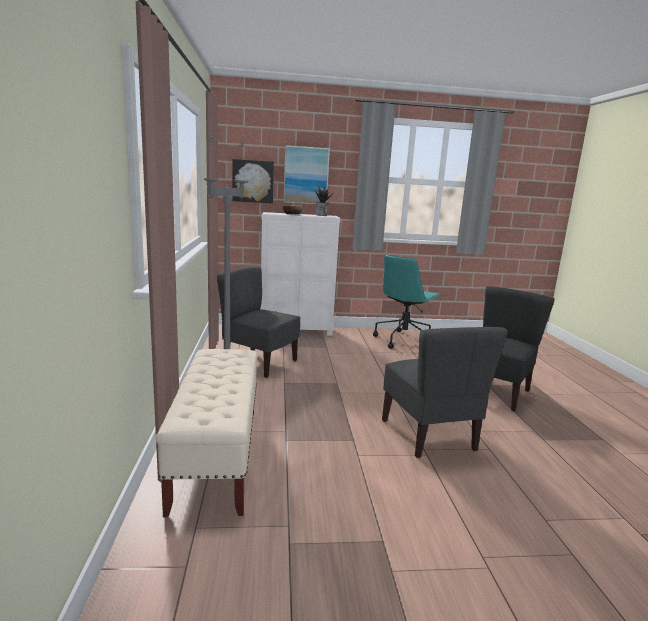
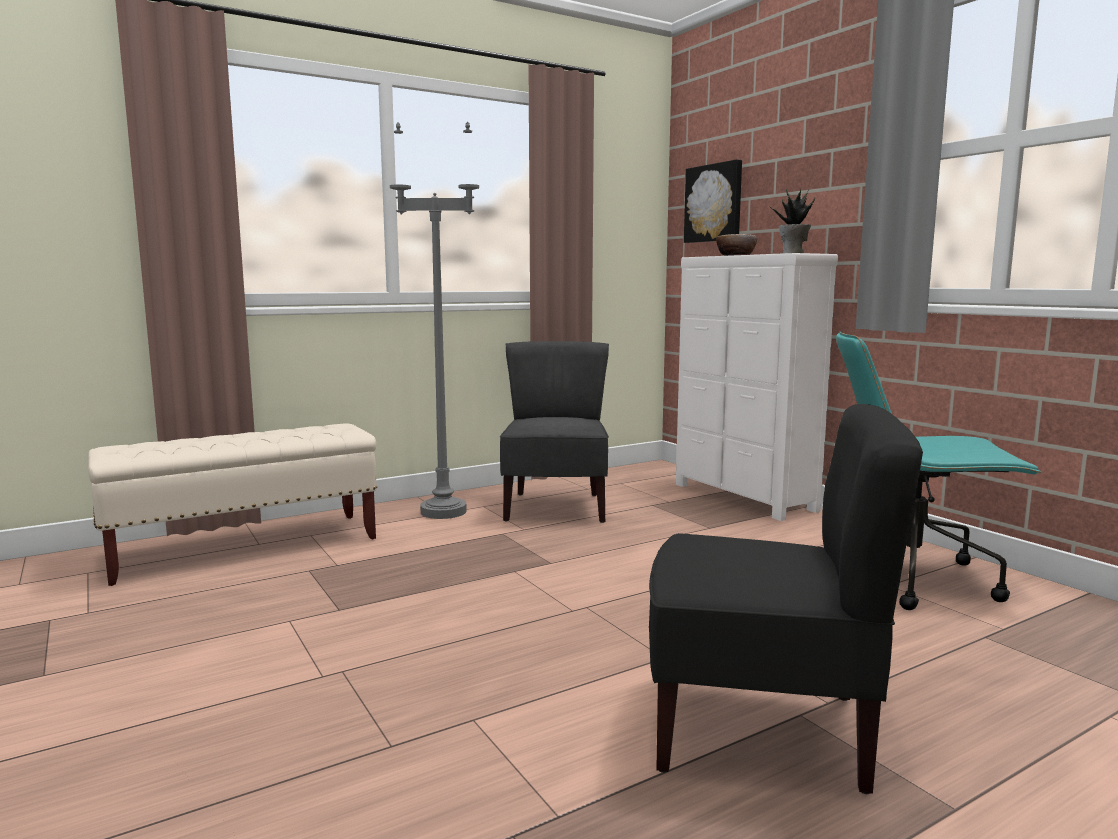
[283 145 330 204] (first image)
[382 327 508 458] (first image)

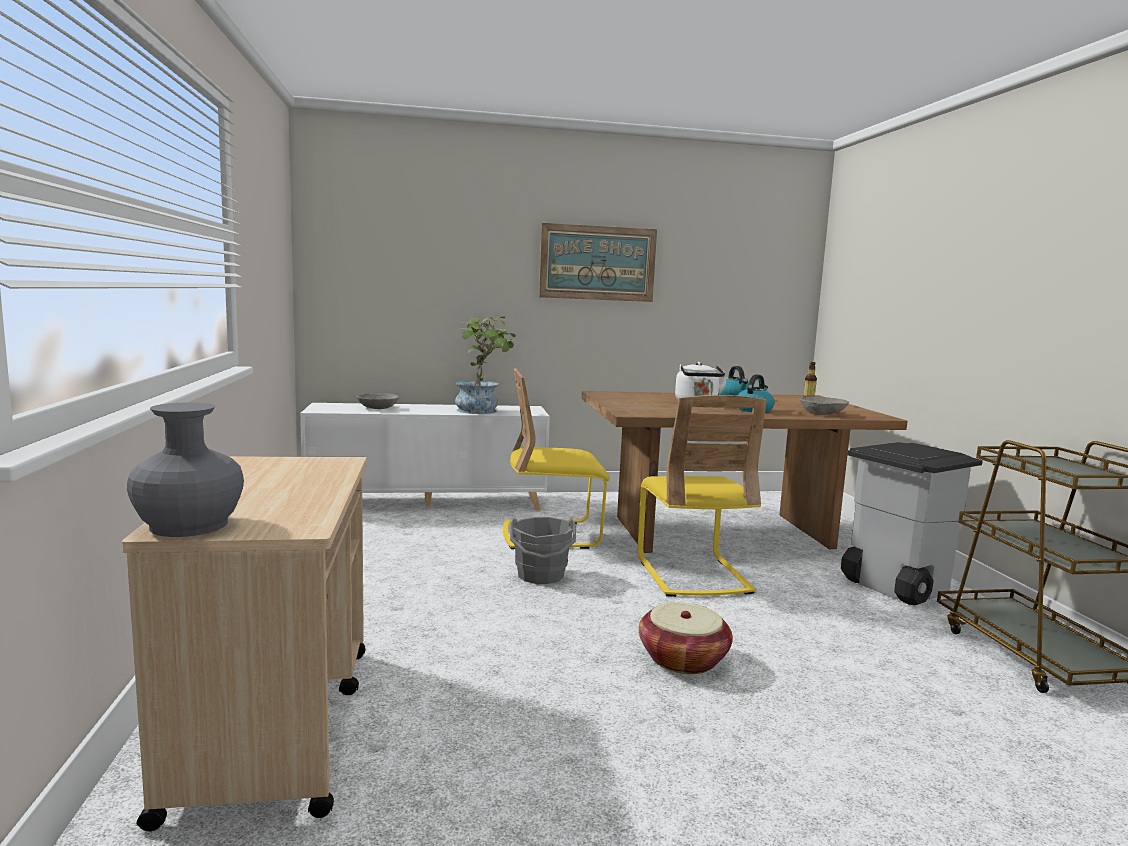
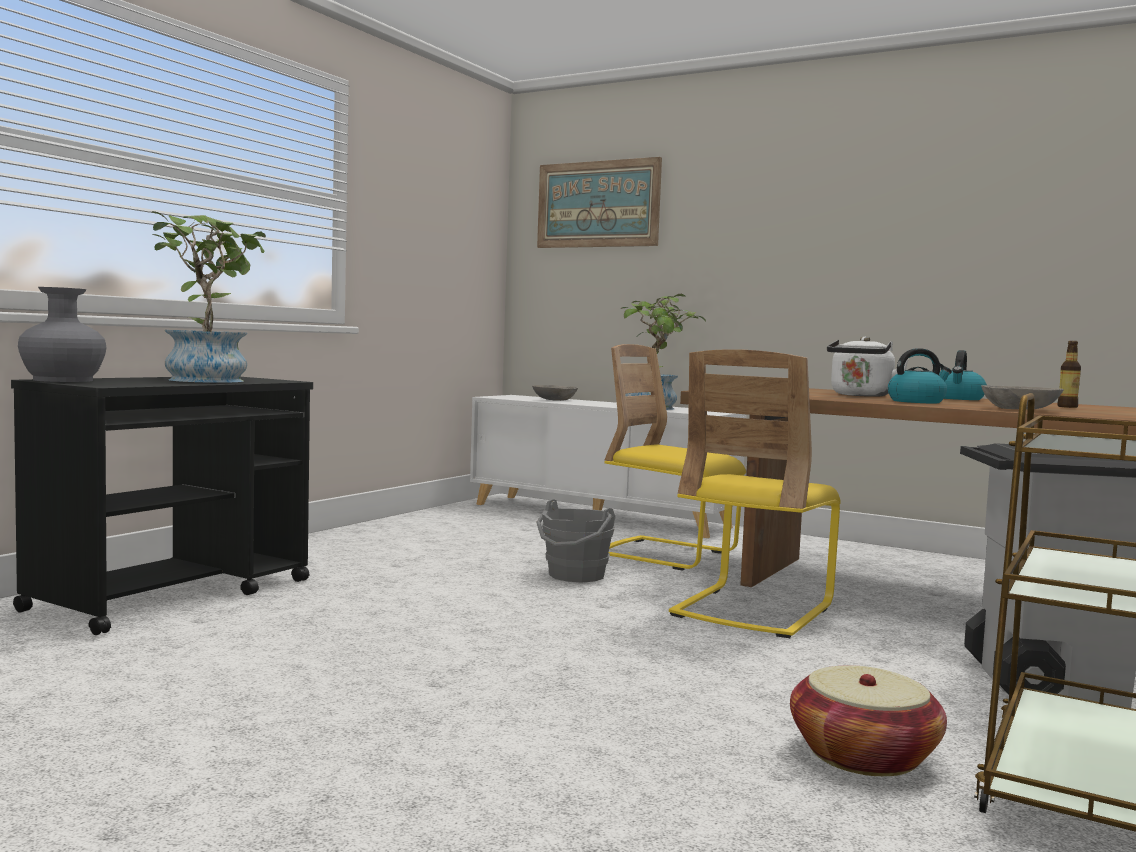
[537 157 662 248]
[11 377 313 635]
[790 665 947 776]
[151 211 266 383]

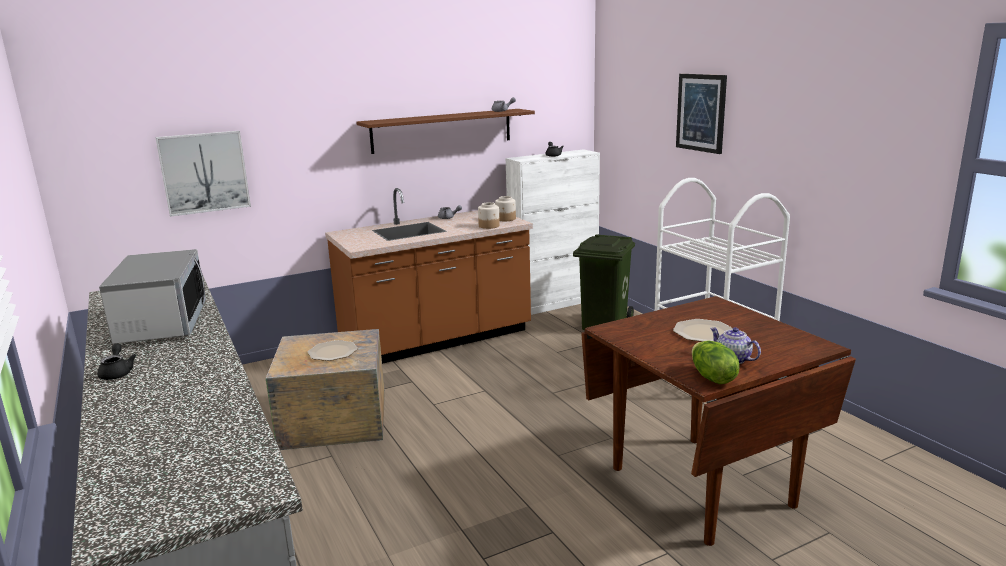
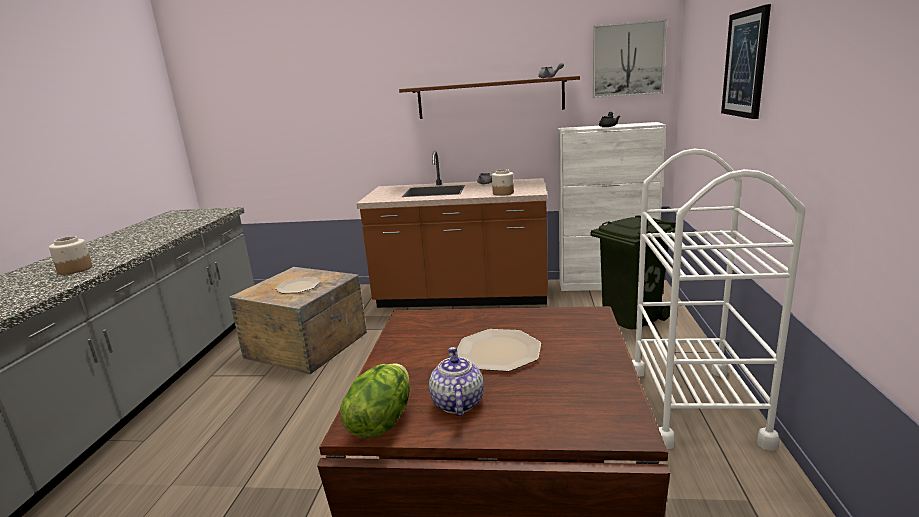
[593 19 667 98]
[49 236 93 275]
[99 249 206 344] (first image)
[97 343 136 380] (first image)

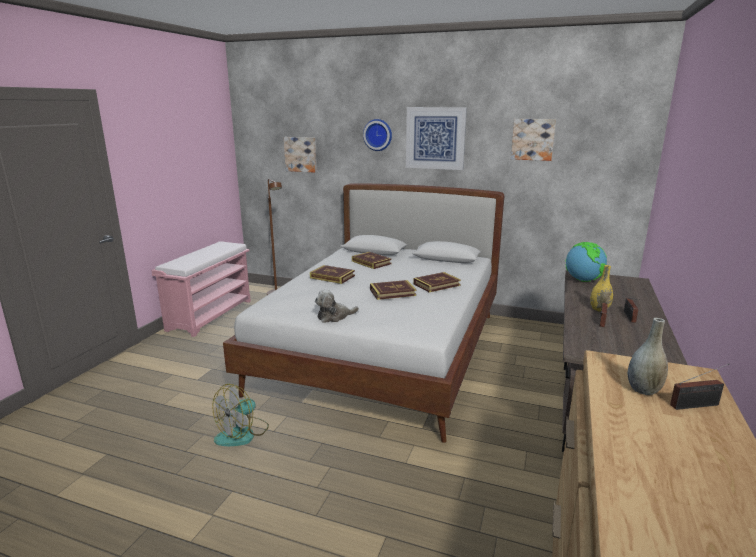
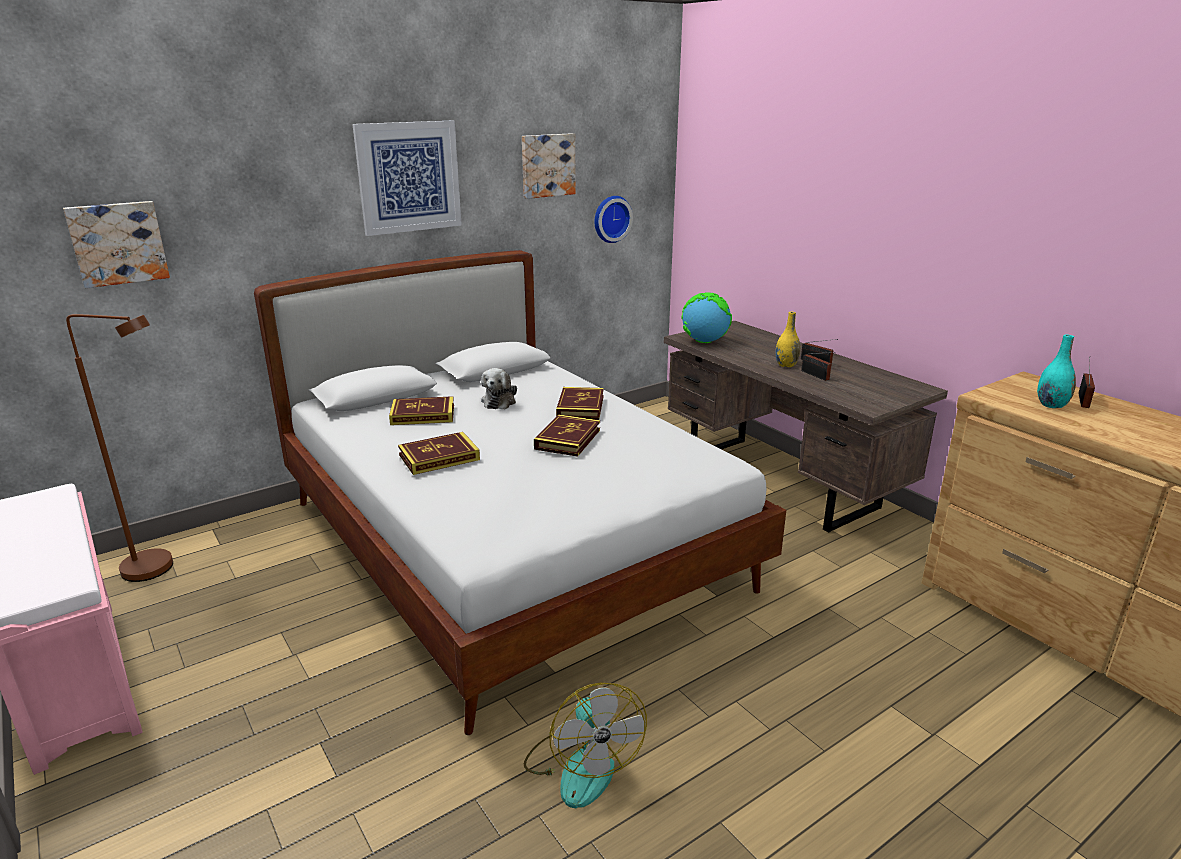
[595 196 633 243]
[481 368 517 409]
[1037 335 1076 408]

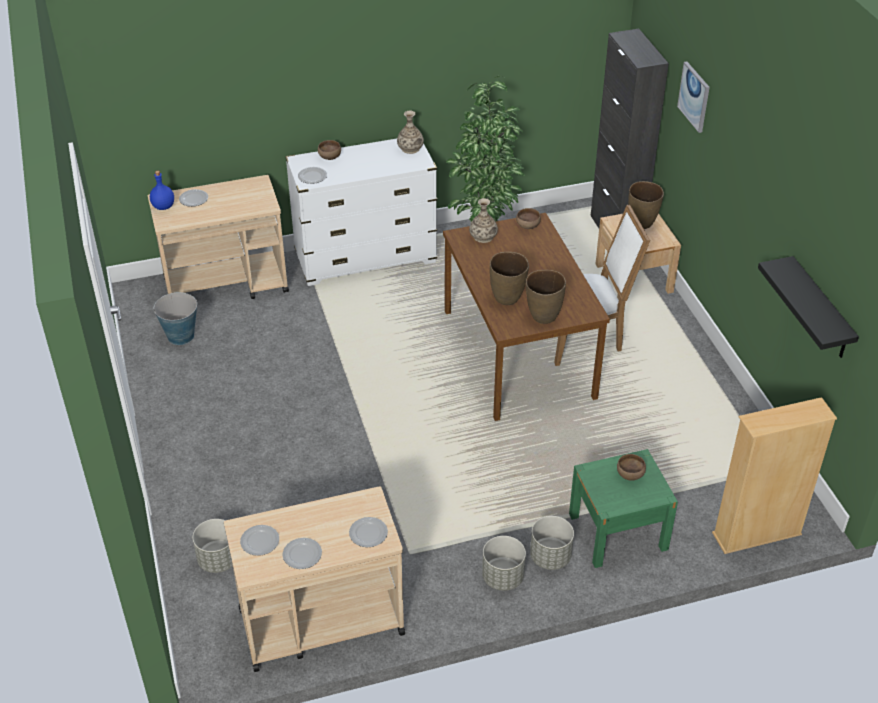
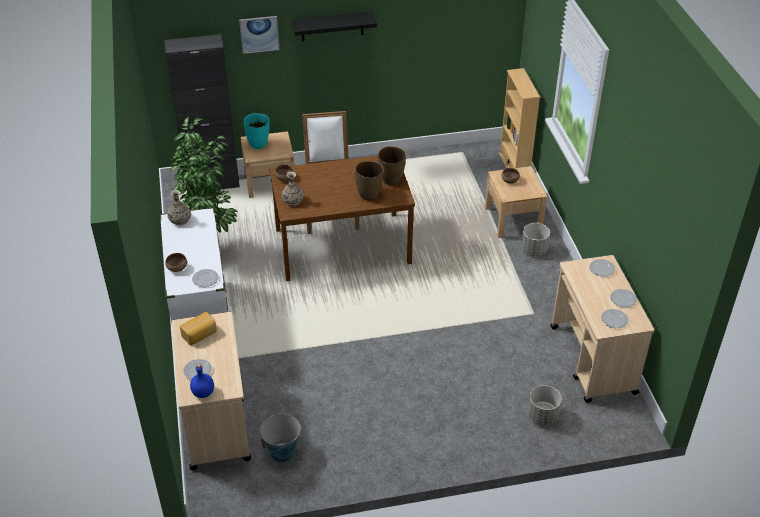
[244 113 270 149]
[292 11 377 41]
[485 166 547 238]
[482 536 526 591] (first image)
[180 312 217 345]

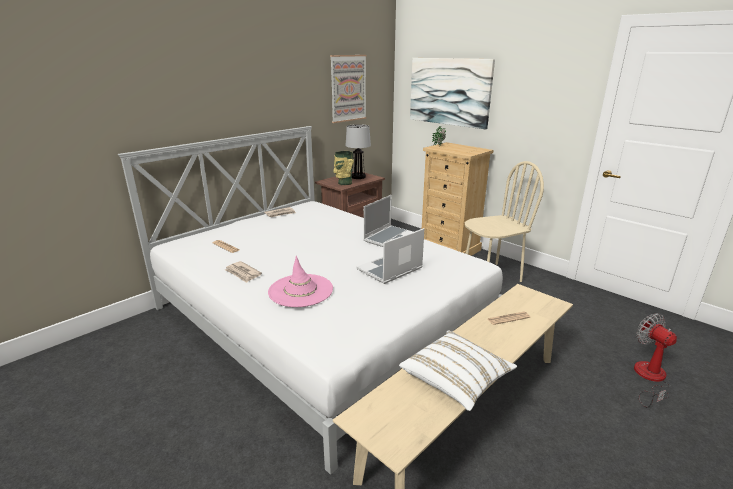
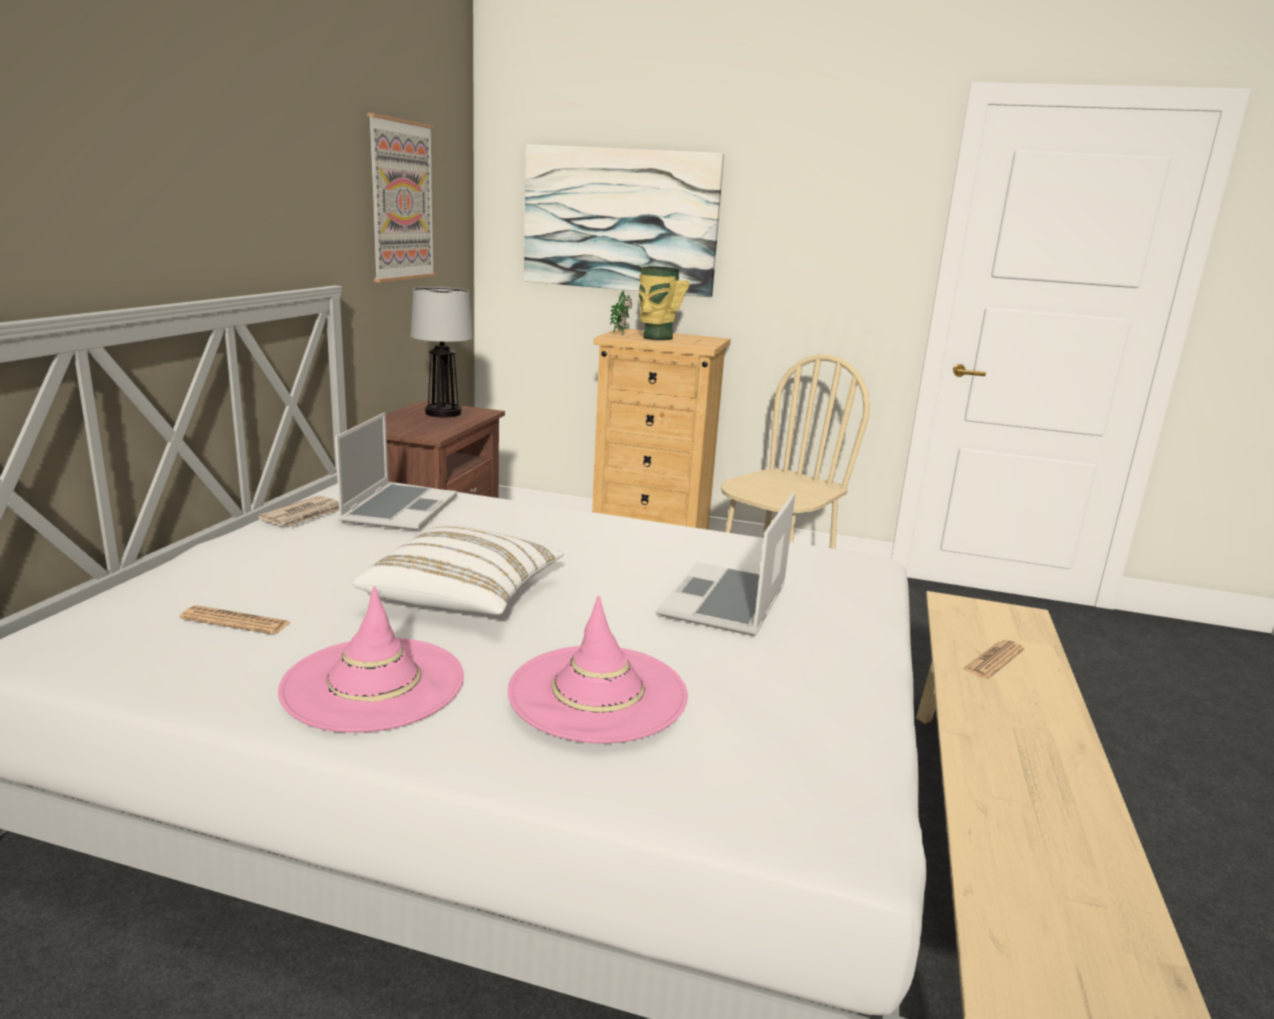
[638 266 689 340]
[335 412 457 531]
[278 586 464 732]
[634 313 677 408] (first image)
[352 525 564 615]

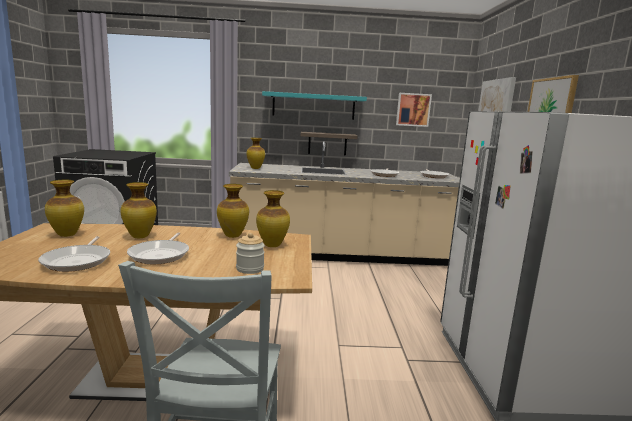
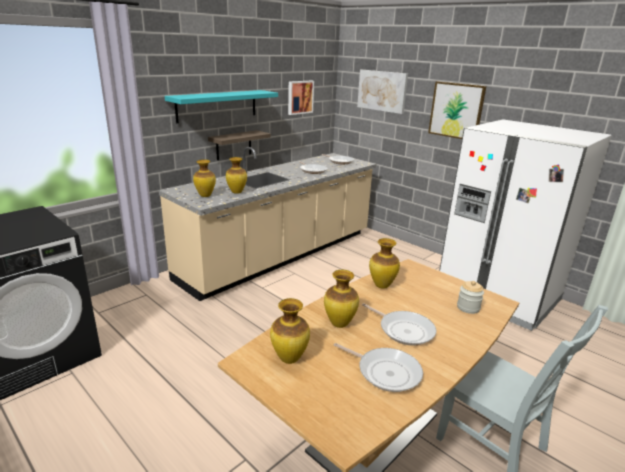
[226 157 247 194]

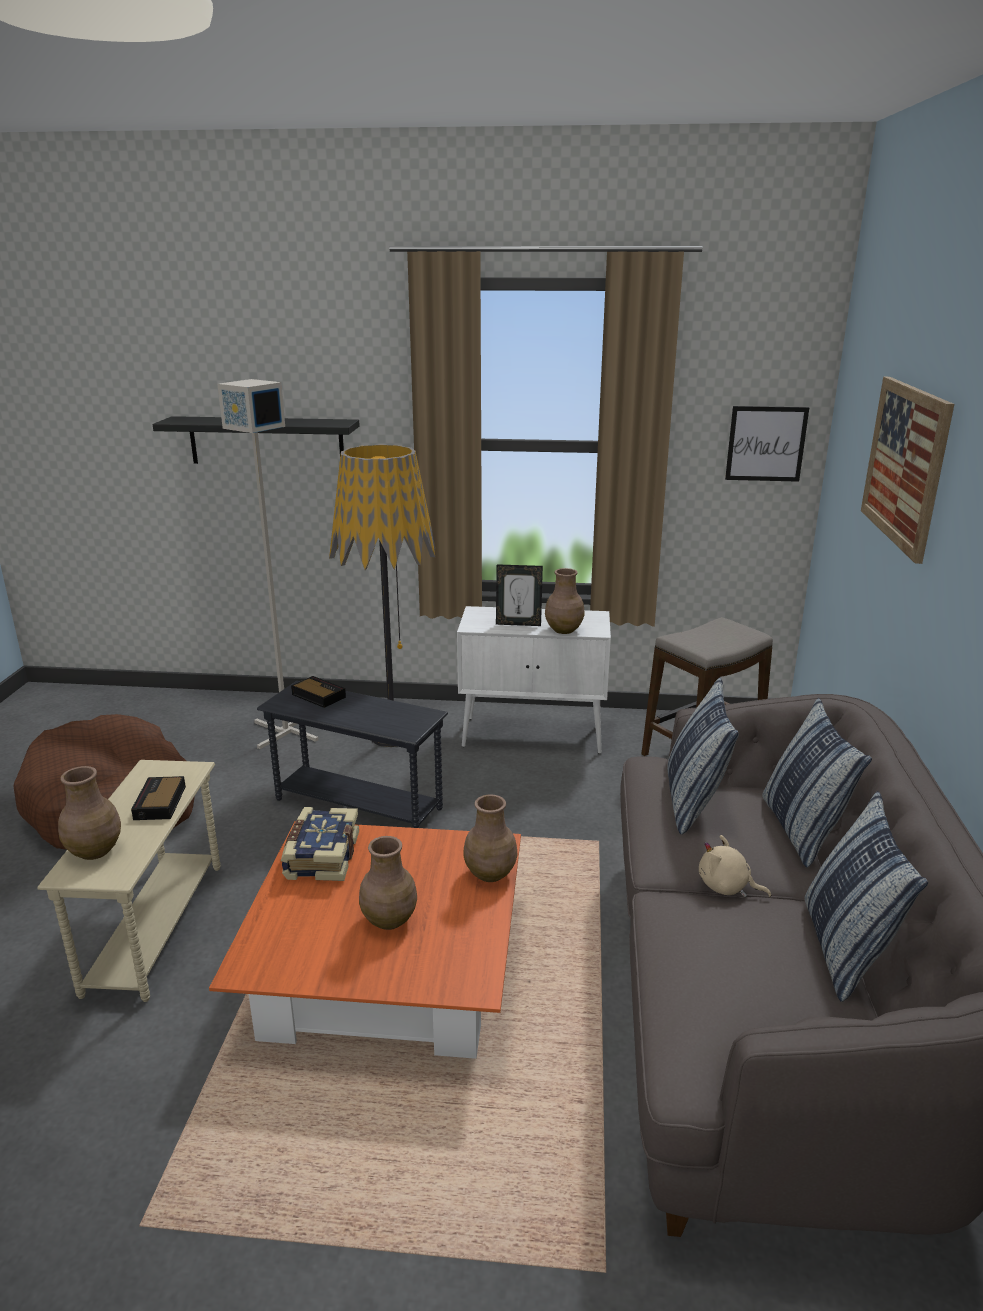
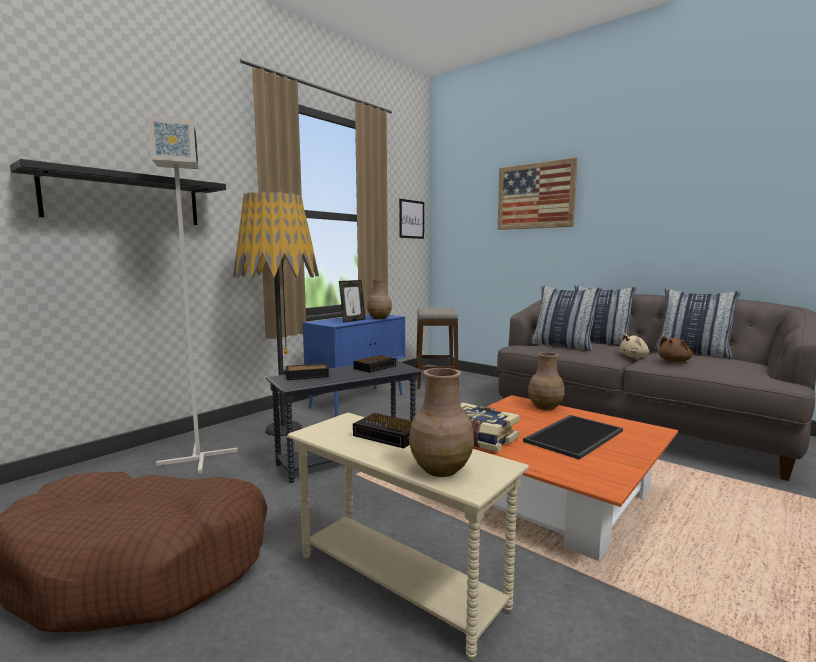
[303 314 405 417]
[523 415 623 460]
[658 336 692 362]
[354 355 396 373]

